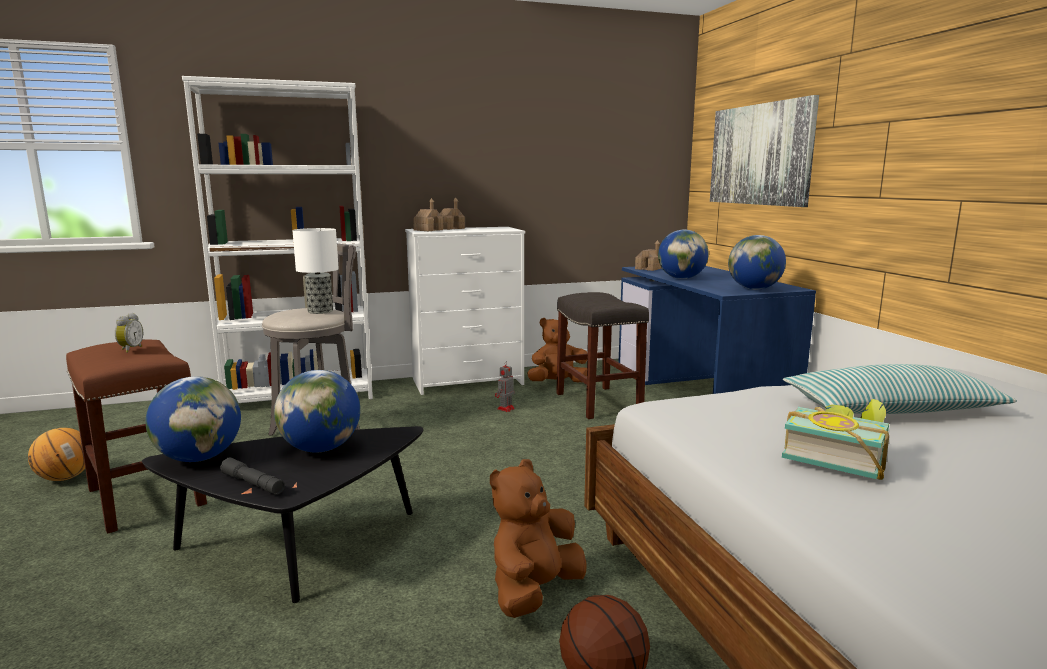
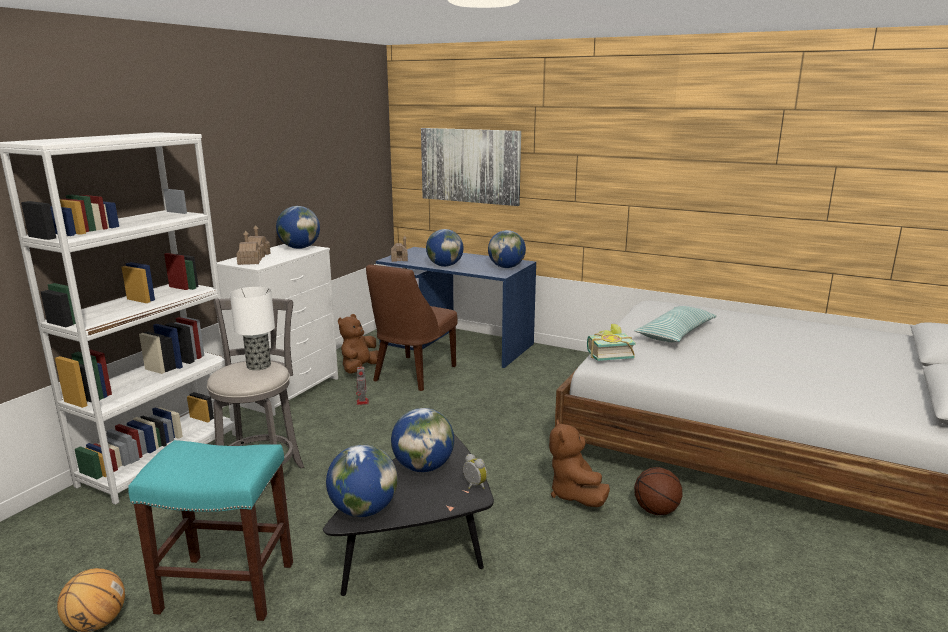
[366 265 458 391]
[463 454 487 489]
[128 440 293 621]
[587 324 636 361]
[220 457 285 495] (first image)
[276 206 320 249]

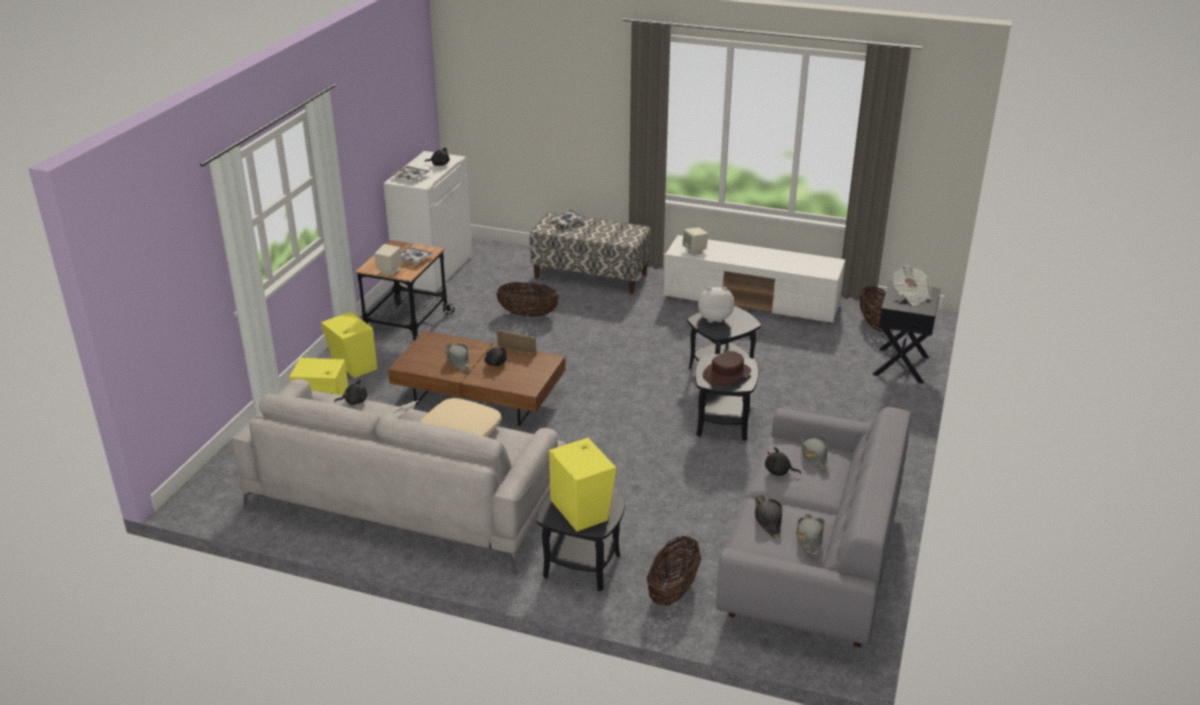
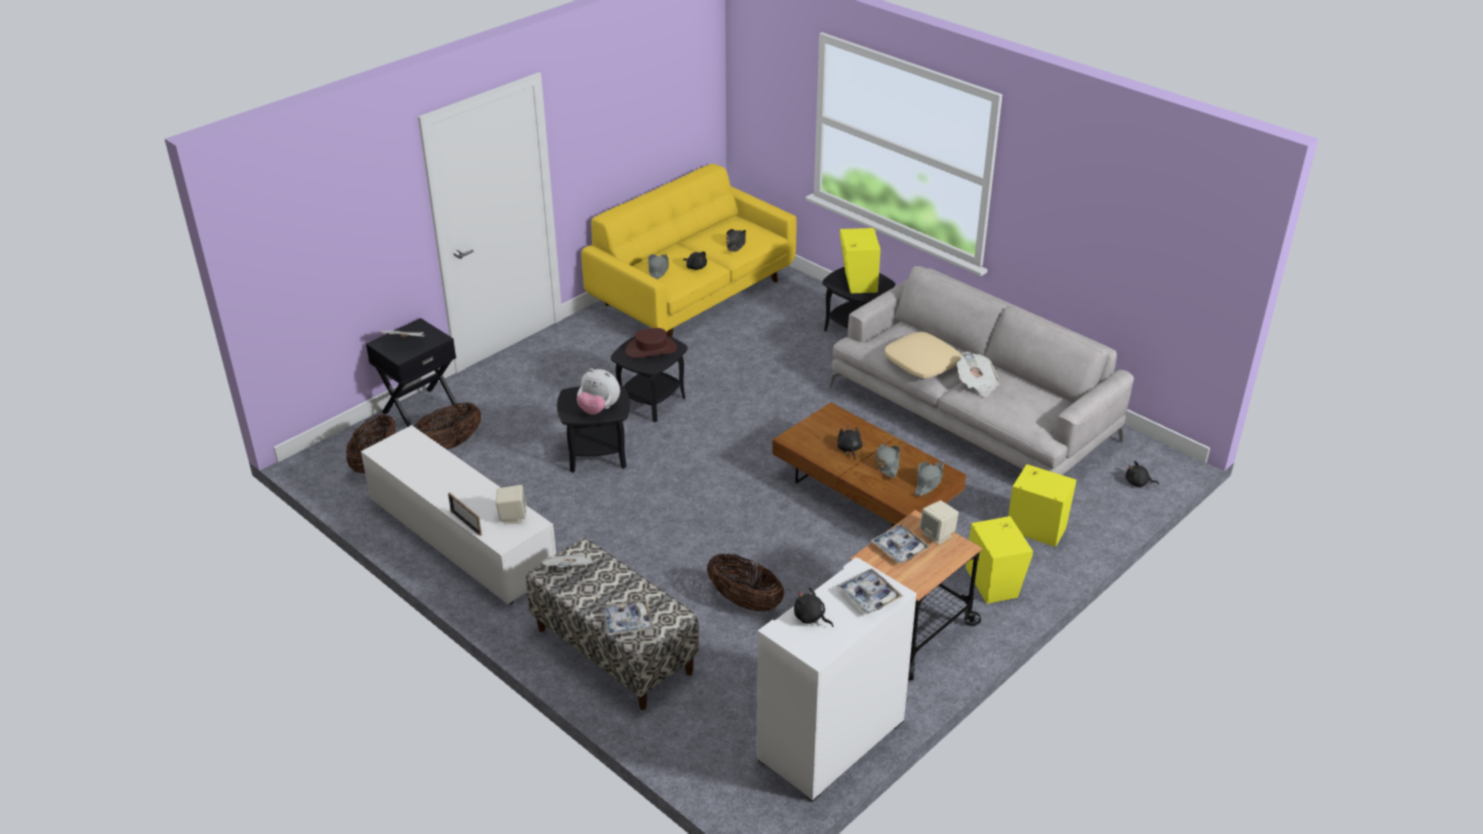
[448 493 482 536]
[1126 461 1159 487]
[582 164 797 337]
[914 461 944 496]
[414 402 481 450]
[542 553 594 567]

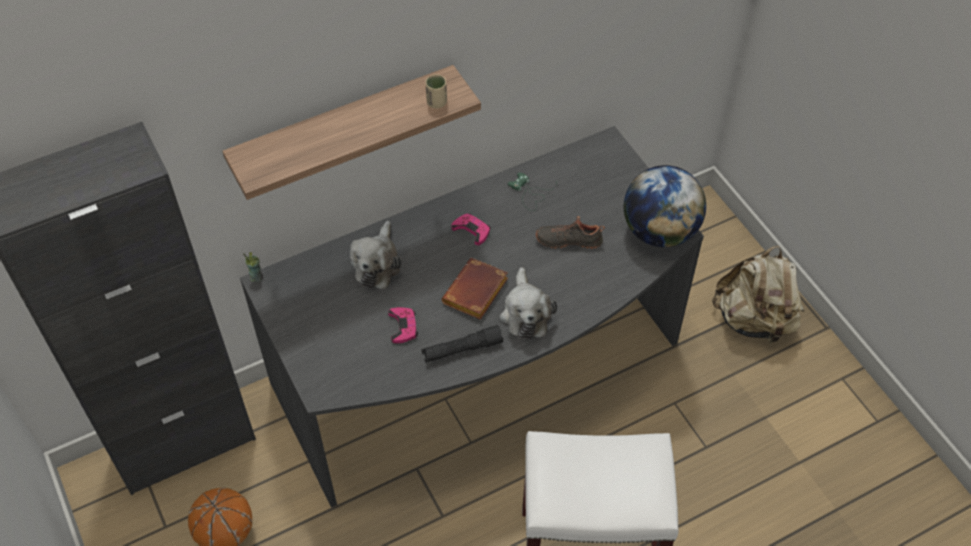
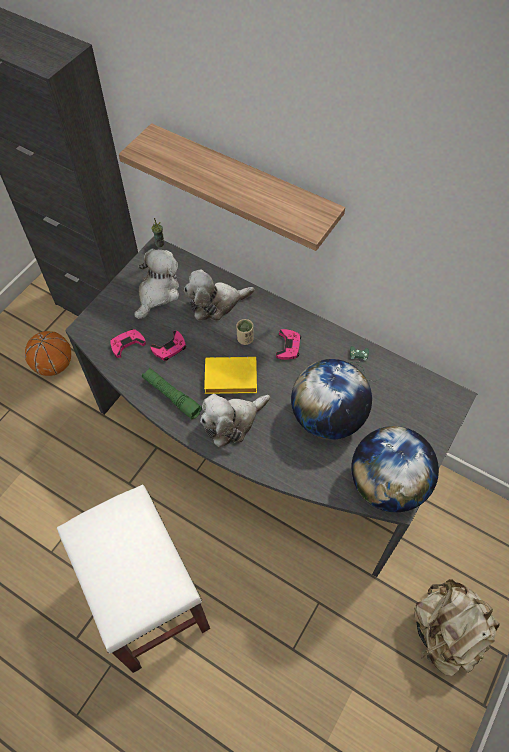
[236 319 254 345]
[291 359 372 440]
[204 357 257 394]
[142 368 202 419]
[134 248 179 319]
[110 329 146 358]

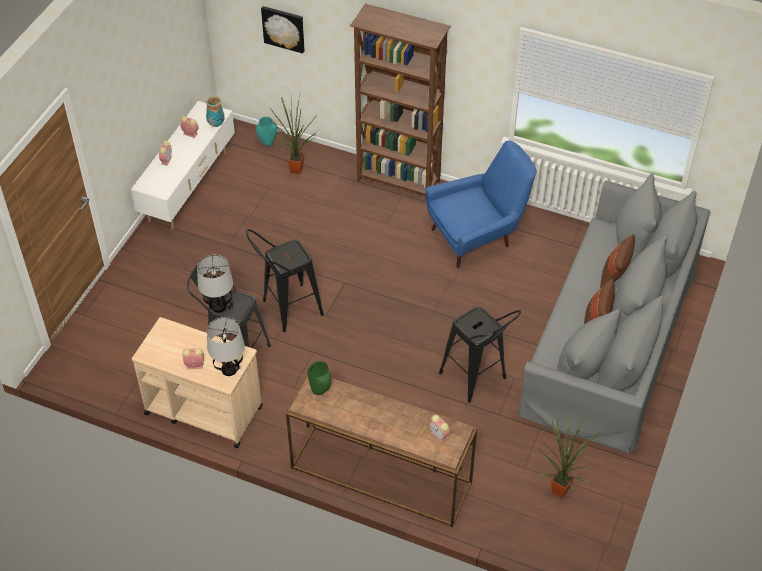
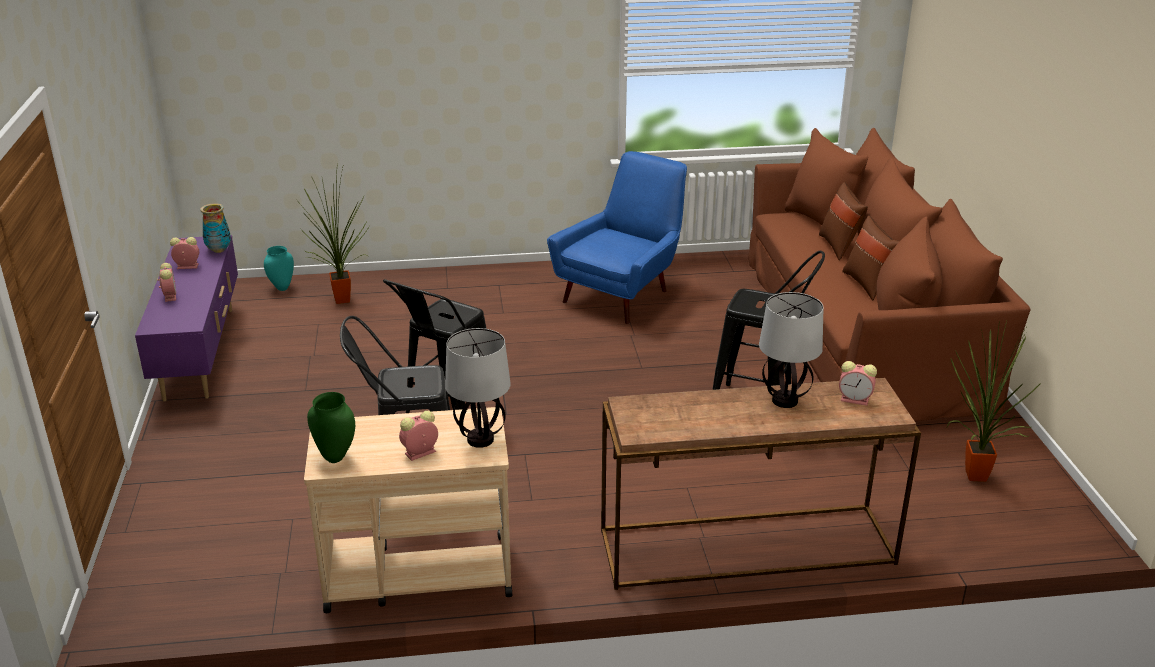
[350 4 451 200] (first image)
[261 6 305 54] (first image)
[135 235 238 402]
[748 128 1030 422]
[759 292 824 408]
[307 392 355 463]

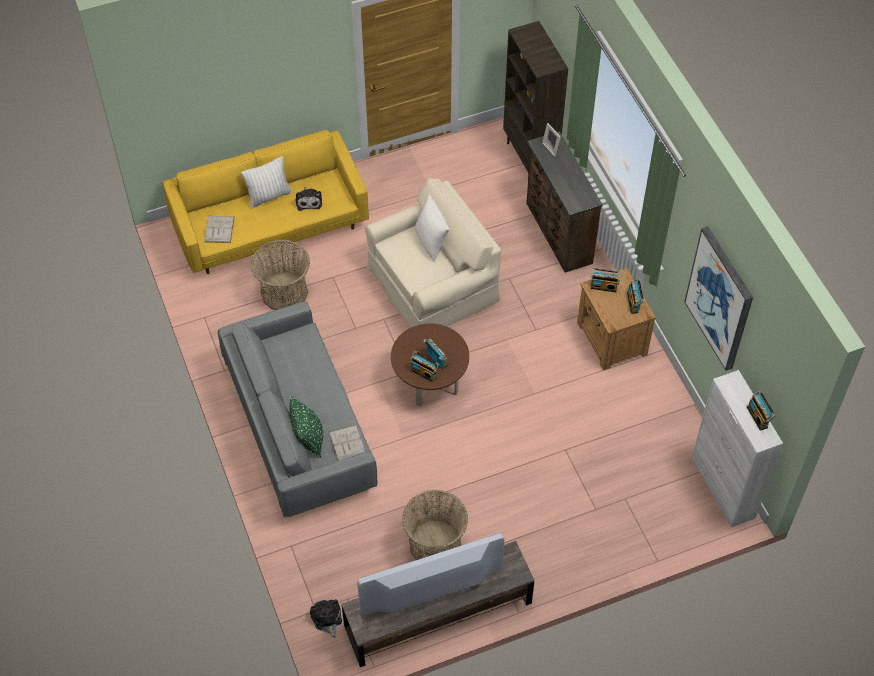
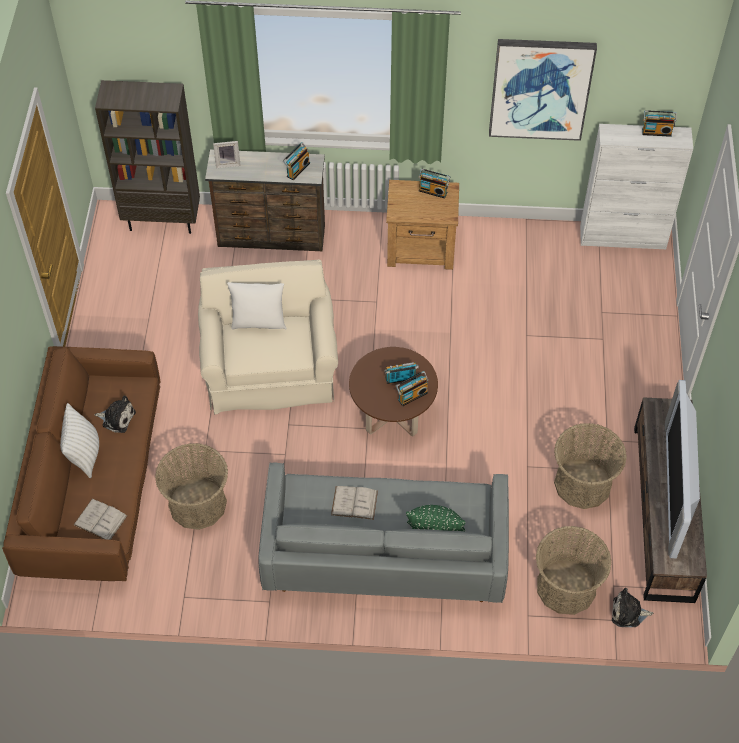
[2 346 161 581]
[283 142 310 180]
[331 486 378 520]
[536 526 611 615]

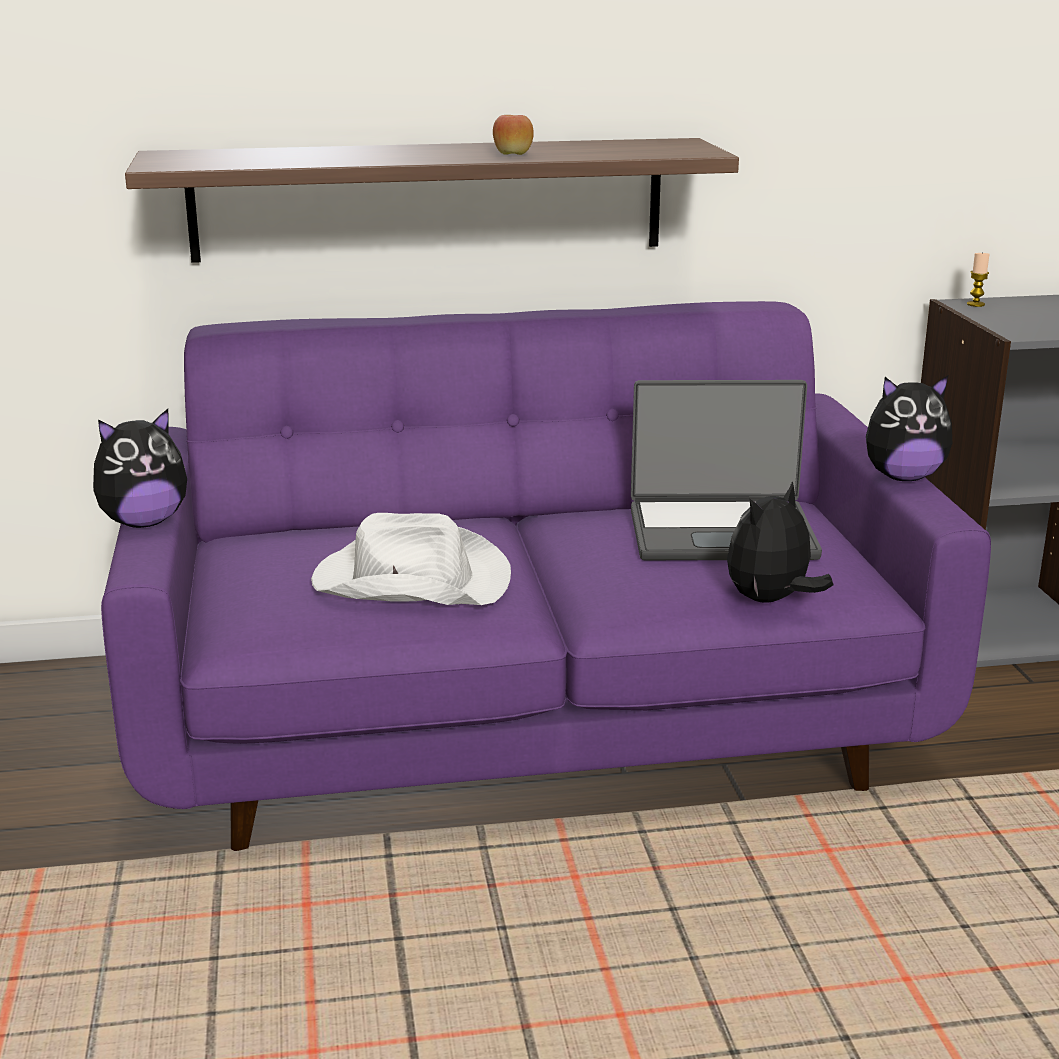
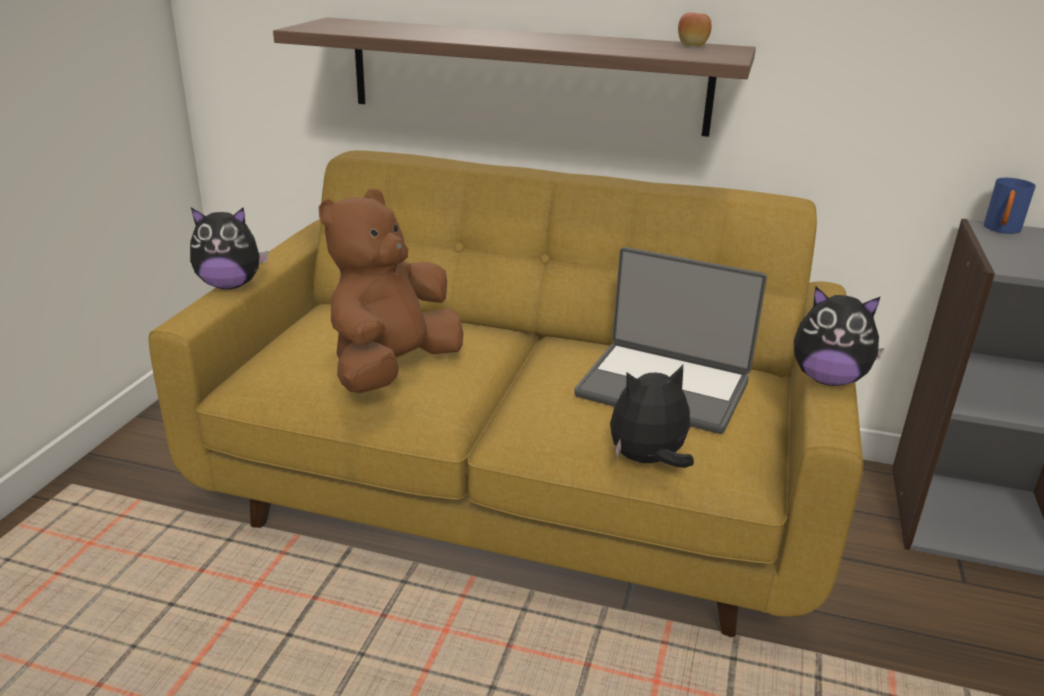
[678 12 712 47]
[984 178 1036 234]
[149 150 864 637]
[319 189 463 393]

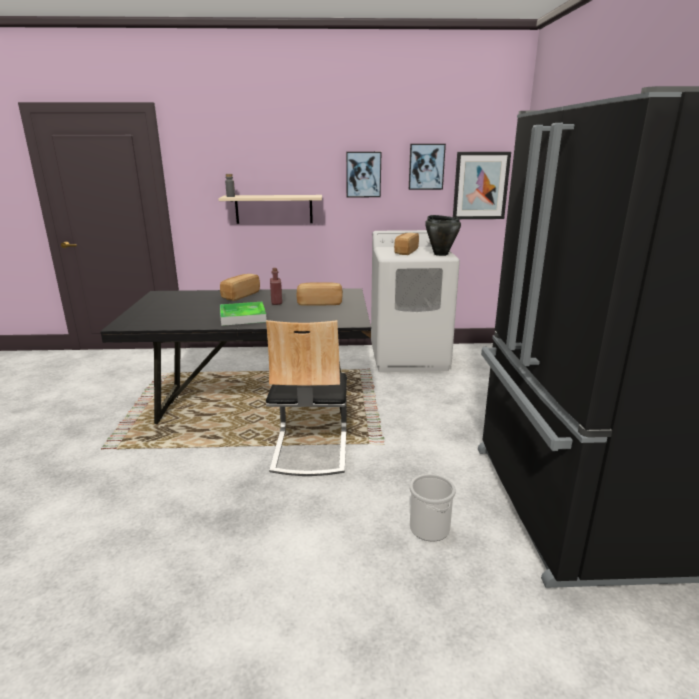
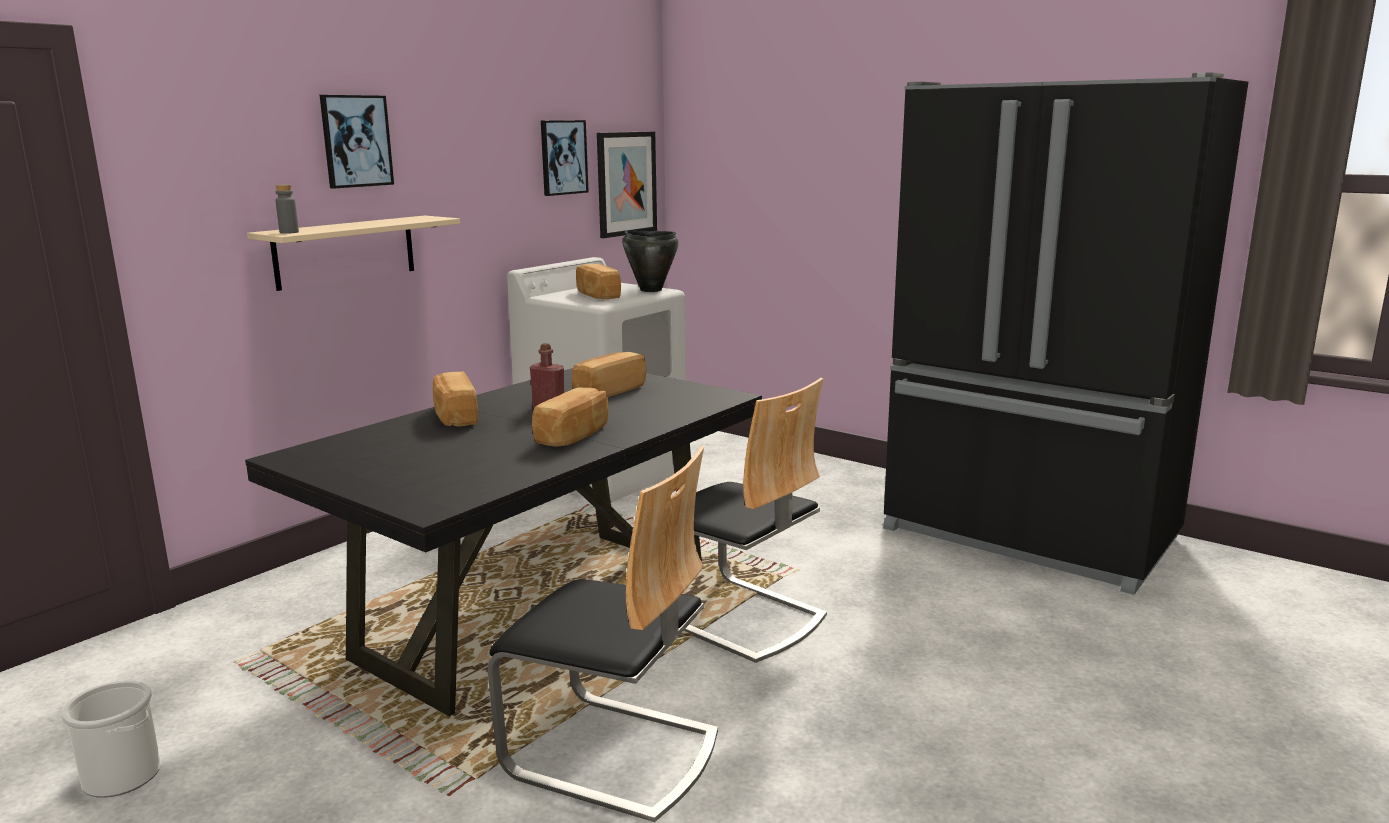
[320 95 394 189]
[532 387 609 447]
[61 680 161 798]
[488 446 718 822]

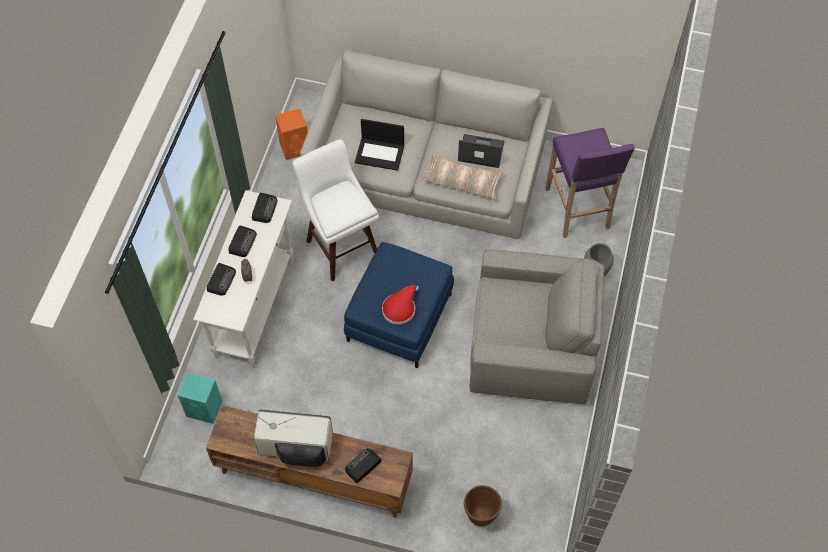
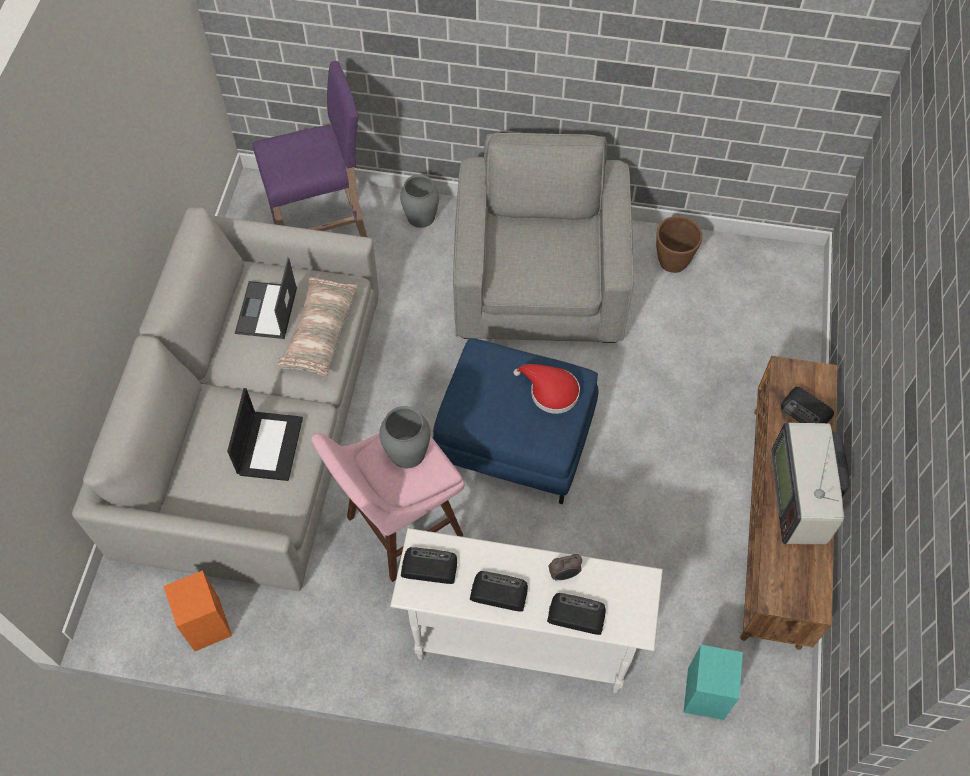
[312 433 465 582]
[656 216 702 273]
[379 406 431 468]

